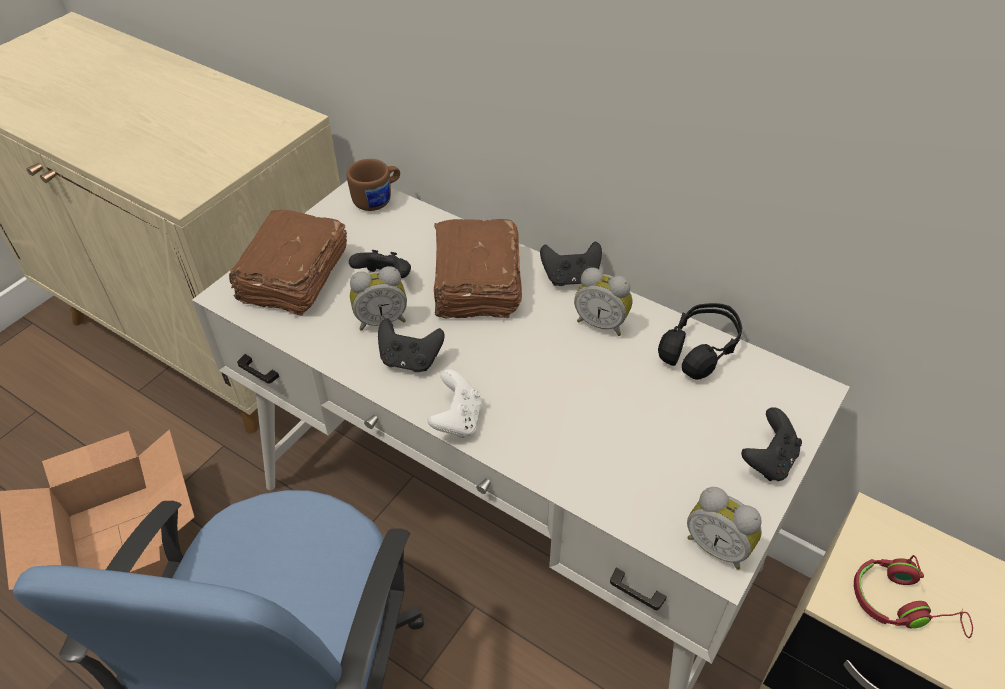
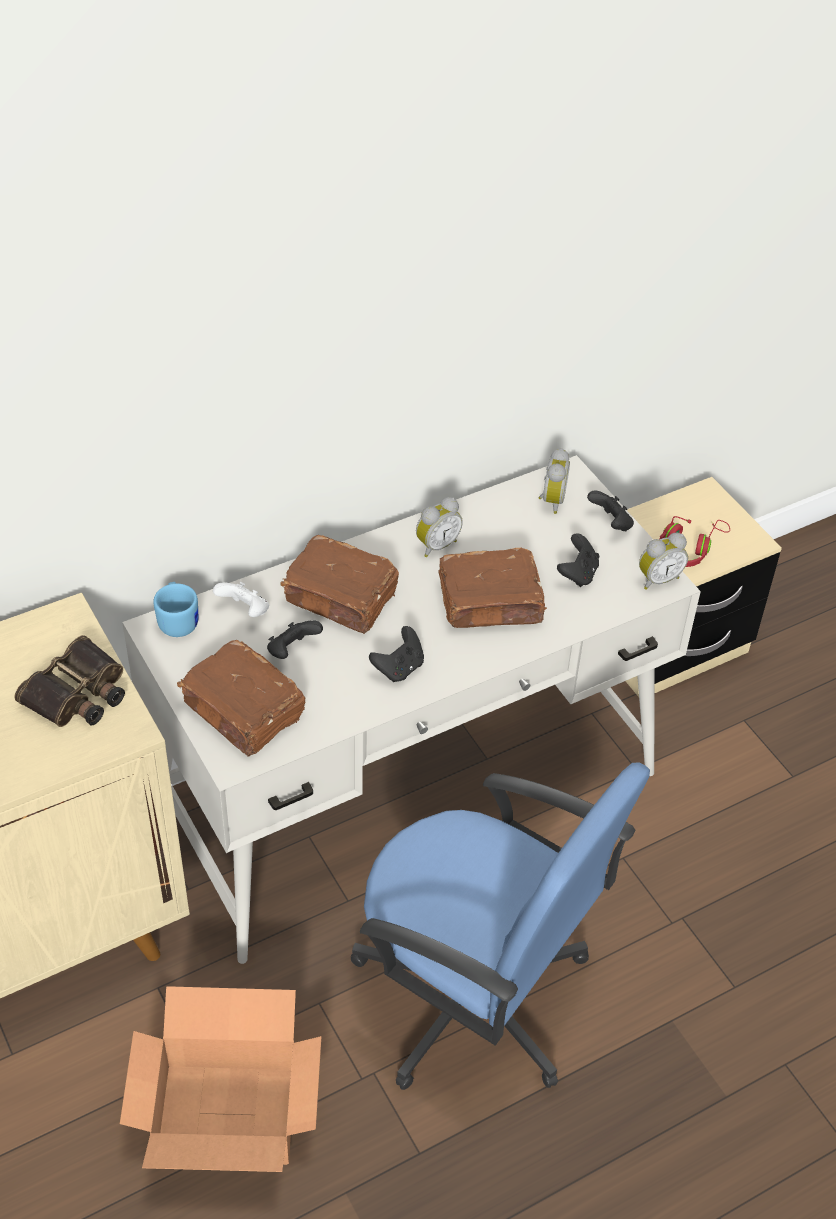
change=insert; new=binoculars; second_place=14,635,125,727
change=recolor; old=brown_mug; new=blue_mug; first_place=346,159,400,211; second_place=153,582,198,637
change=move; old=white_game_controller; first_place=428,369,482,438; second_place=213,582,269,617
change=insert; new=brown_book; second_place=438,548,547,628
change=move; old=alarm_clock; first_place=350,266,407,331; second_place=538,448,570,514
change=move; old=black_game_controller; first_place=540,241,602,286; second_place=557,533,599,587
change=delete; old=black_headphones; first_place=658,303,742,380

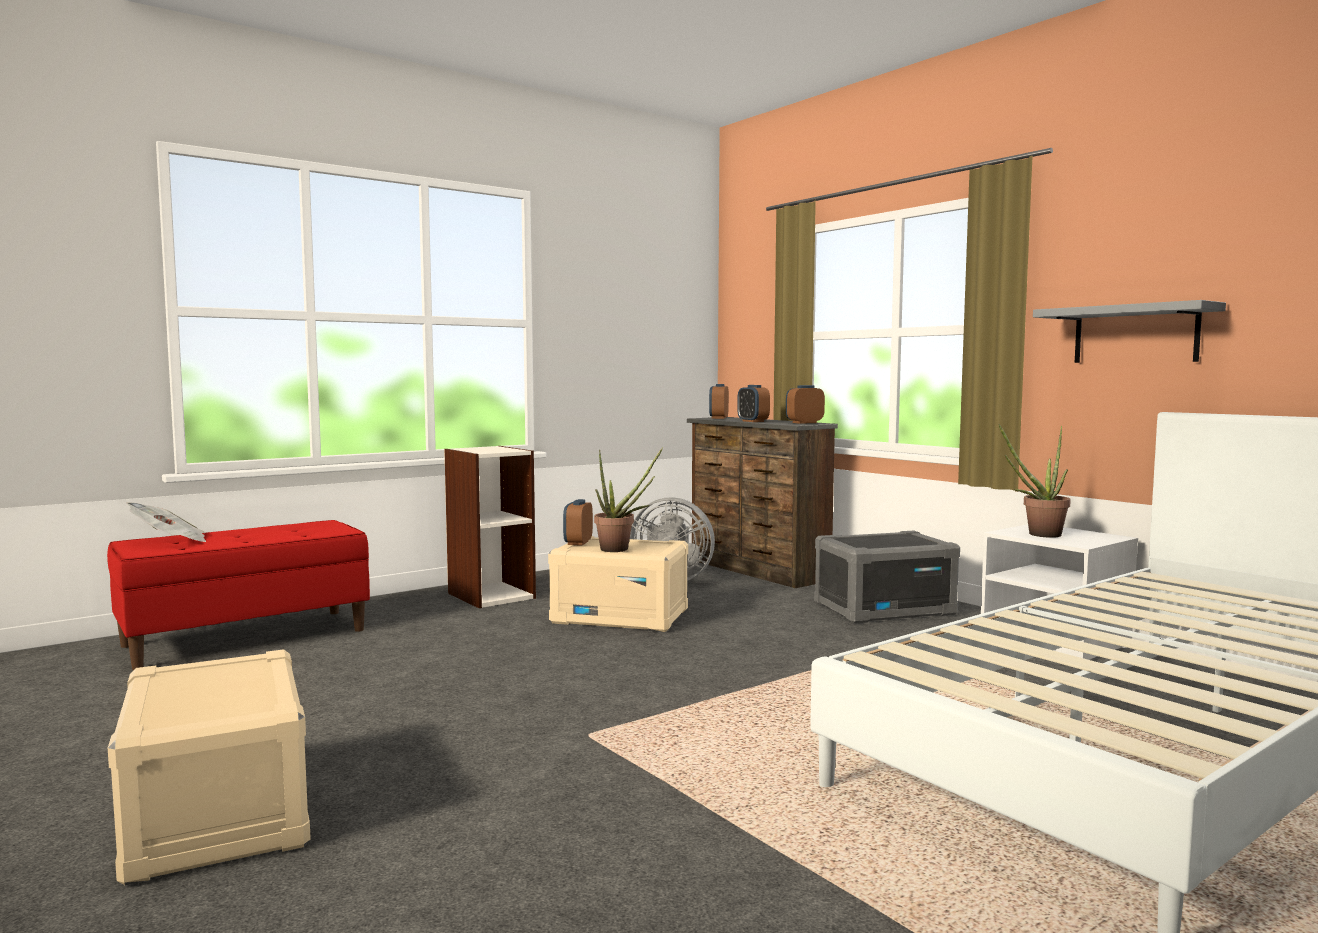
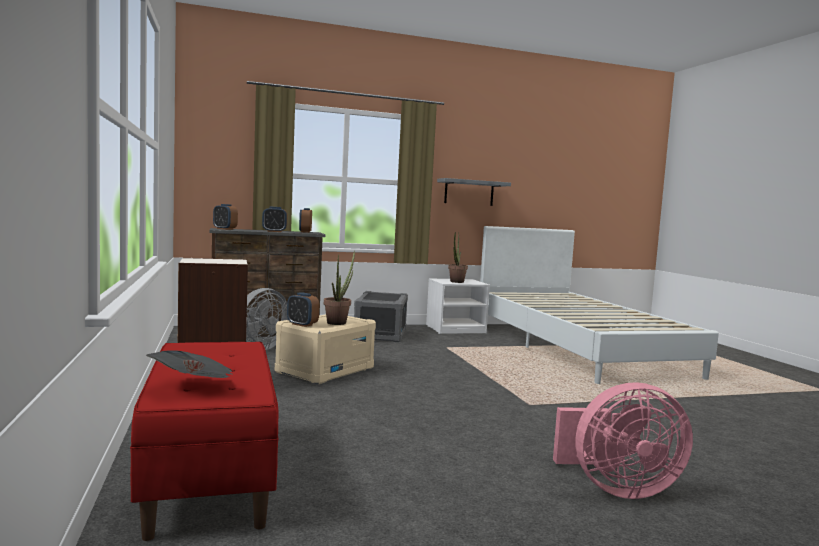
change=replace; old=beige_storage_box; new=pink_fan; first_place=108,649,311,886; second_place=553,382,693,499

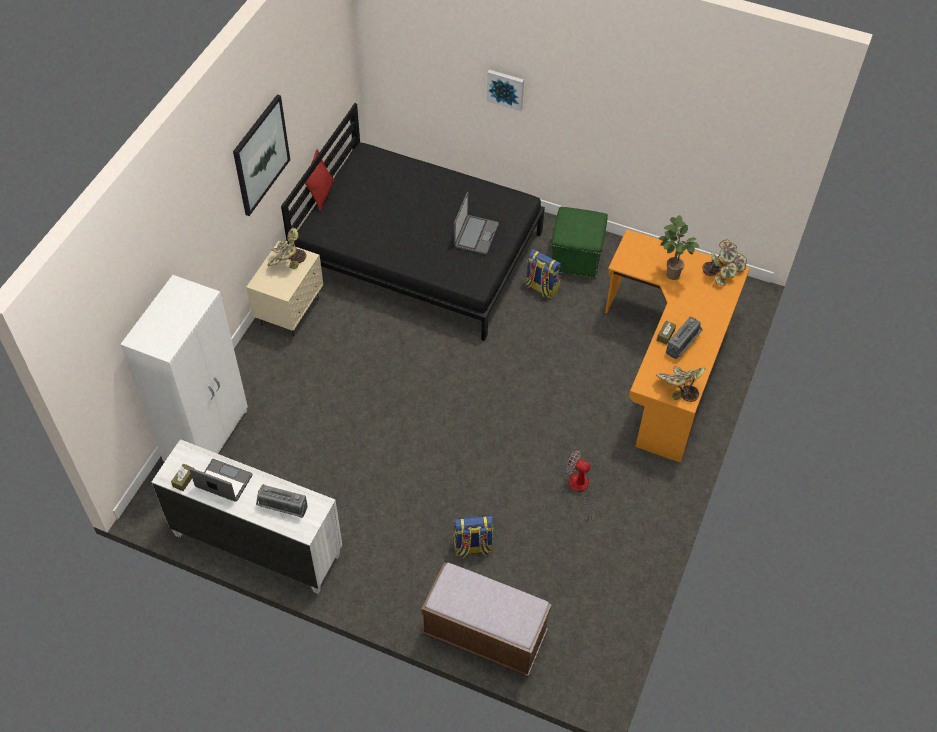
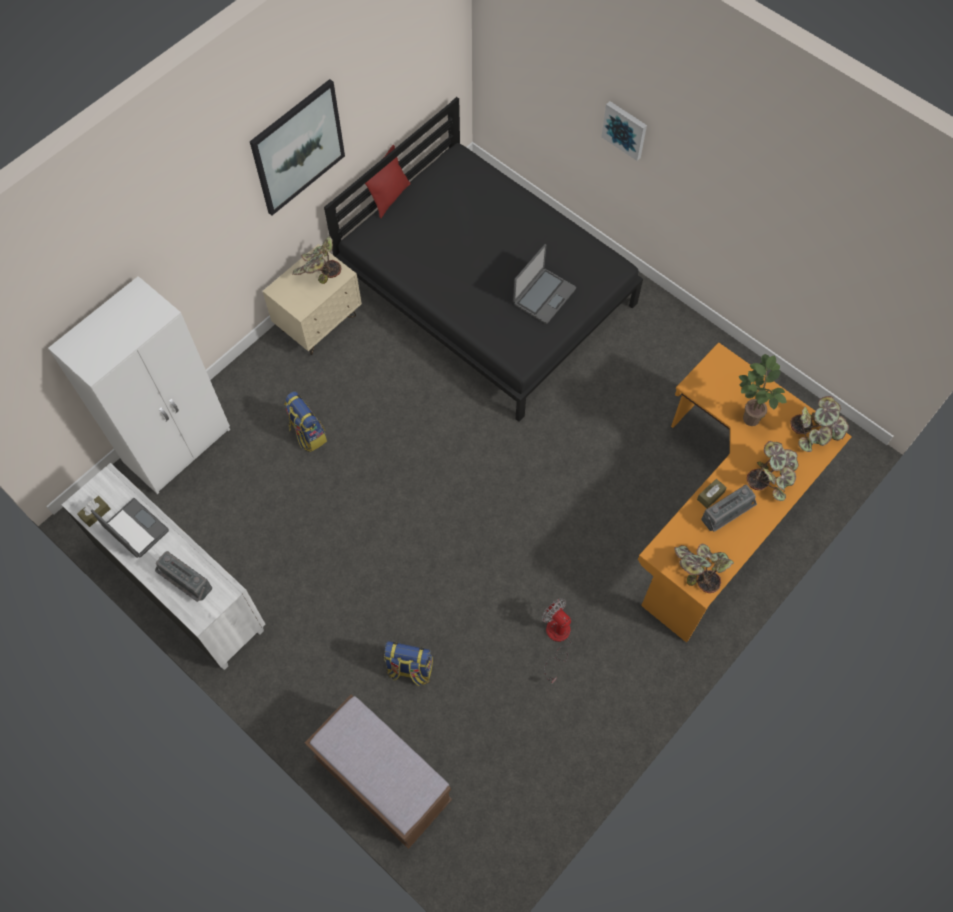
change=move; old=backpack; first_place=525,249,561,299; second_place=284,391,327,452
change=insert; new=potted_plant; second_place=747,441,799,501
change=delete; old=green_ottoman; first_place=551,207,608,279

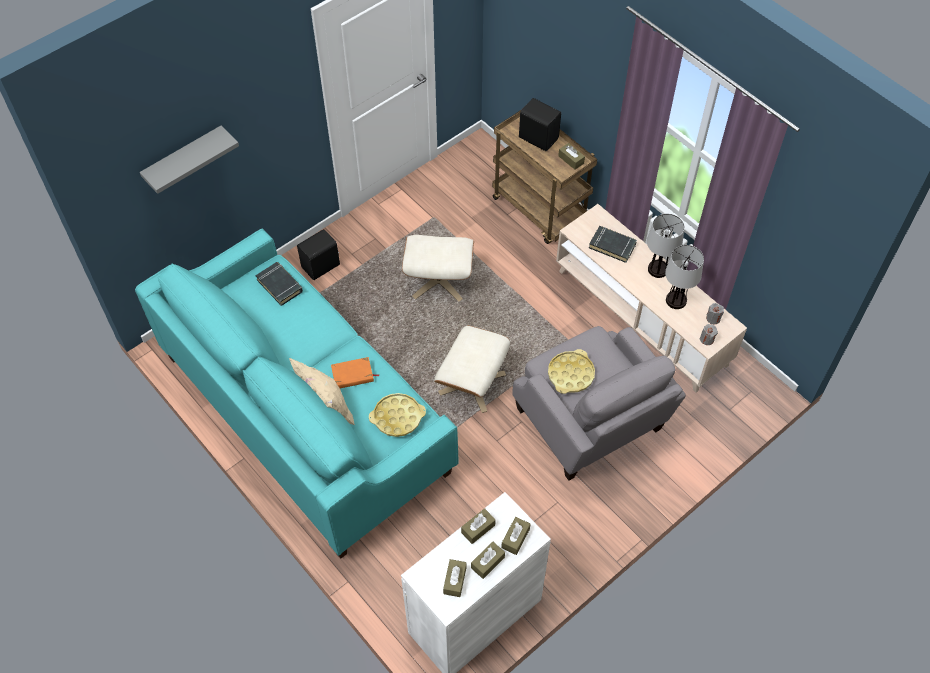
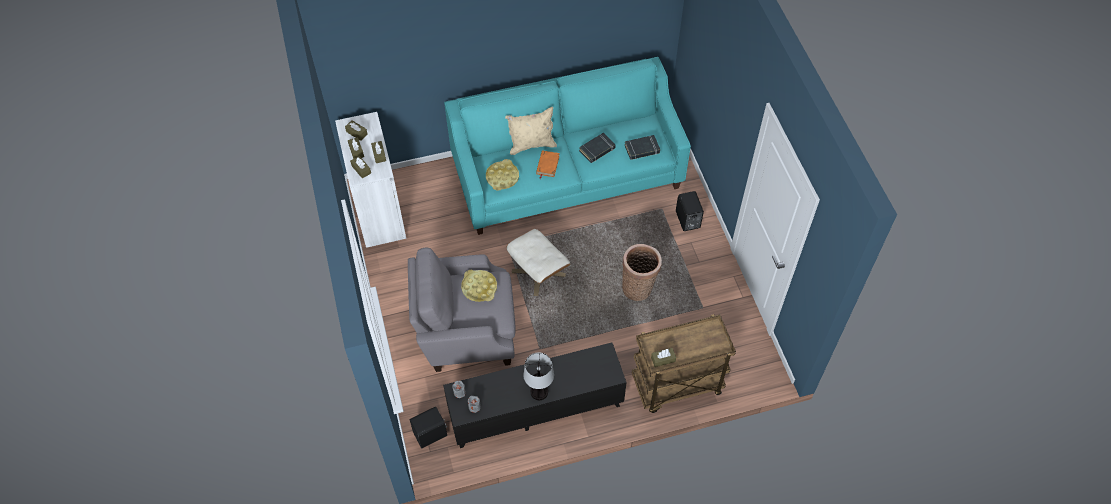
change=move; old=black_speaker; first_place=519,98,561,151; second_place=410,407,447,448
change=recolor; old=beige_tv_stand; new=black_tv_stand; first_place=556,204,747,393; second_place=443,343,627,448
change=move; old=black_book; first_place=589,226,637,263; second_place=579,133,616,163
change=replace; old=beige_ottoman; new=basket; first_place=402,235,474,302; second_place=622,244,662,301
change=delete; old=grey_shelf; first_place=140,126,239,194
change=delete; old=table_lamp; first_place=665,245,704,309

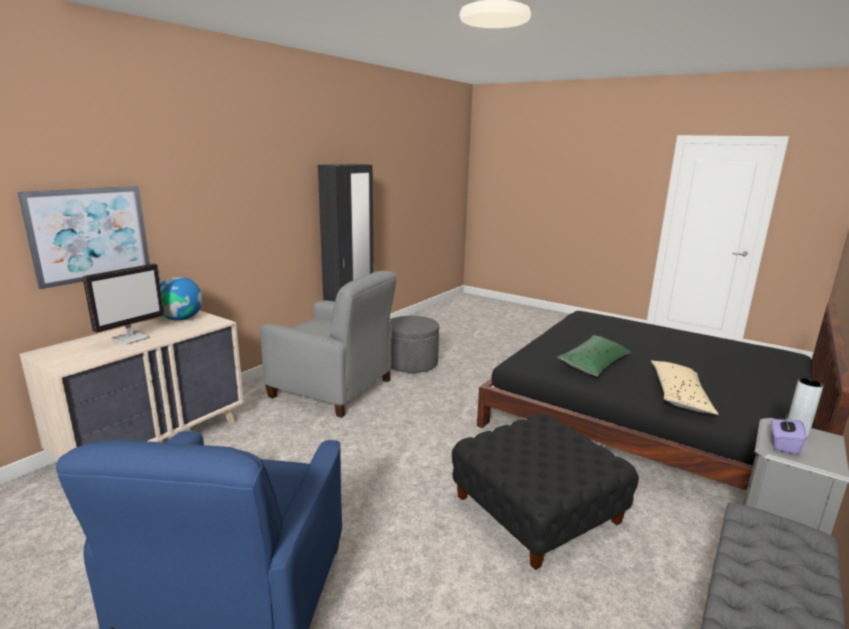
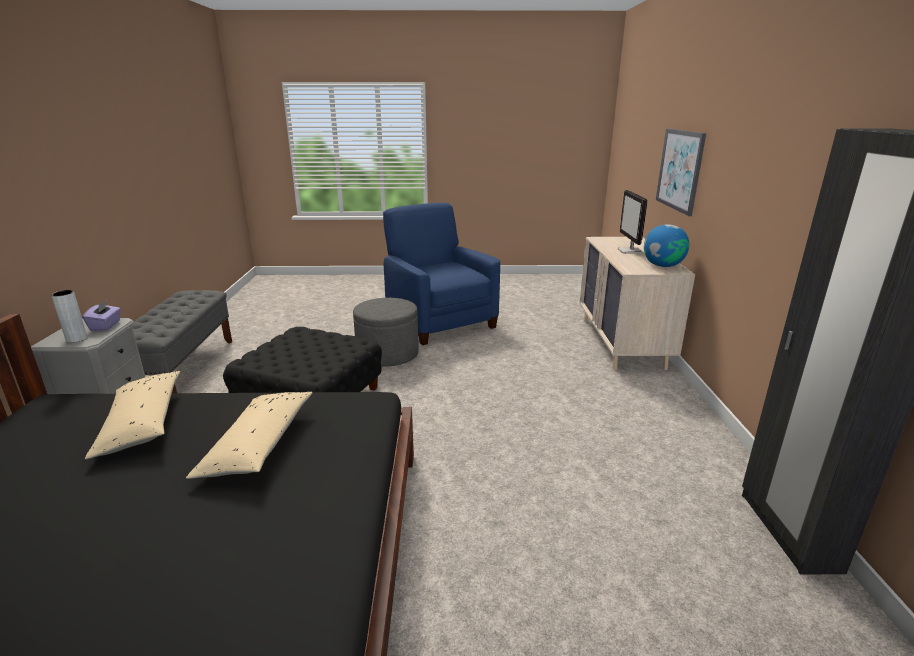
change=recolor; old=green_pillow; new=beige_pillow; first_place=558,335,631,377; second_place=186,392,313,479
change=move; old=grey_ottoman; first_place=391,316,439,373; second_place=353,298,419,367
change=delete; old=grey_armchair; first_place=260,271,396,418

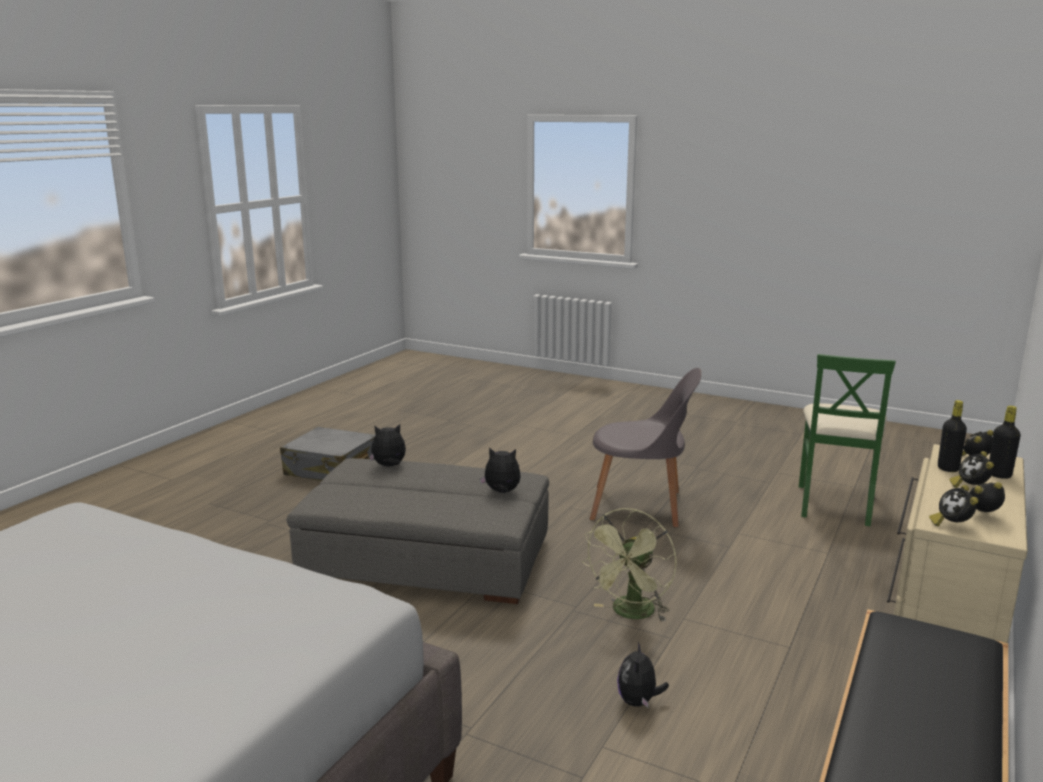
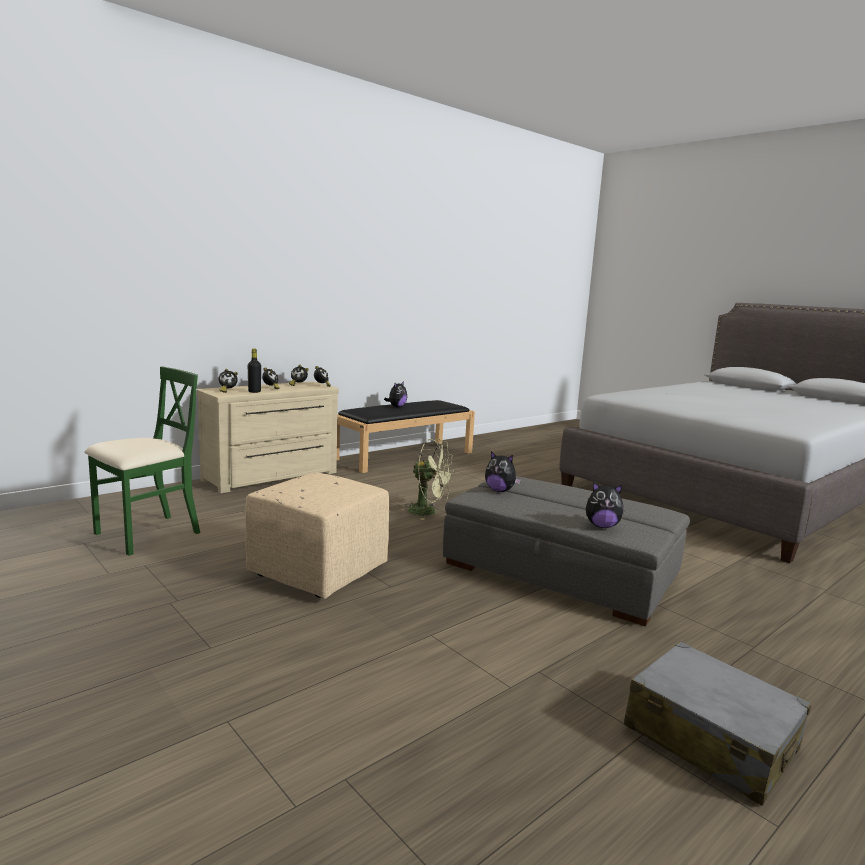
change=replace; old=grey_chair; new=beige_ottoman; first_place=590,368,701,528; second_place=245,473,389,599
change=move; old=plush_toy; first_place=617,642,669,708; second_place=384,381,407,407
change=rotate; old=green_fan; first_place=581,508,677,621; second_place=404,439,455,520; degrees=60
change=delete; old=black_bottle; first_place=989,406,1021,479

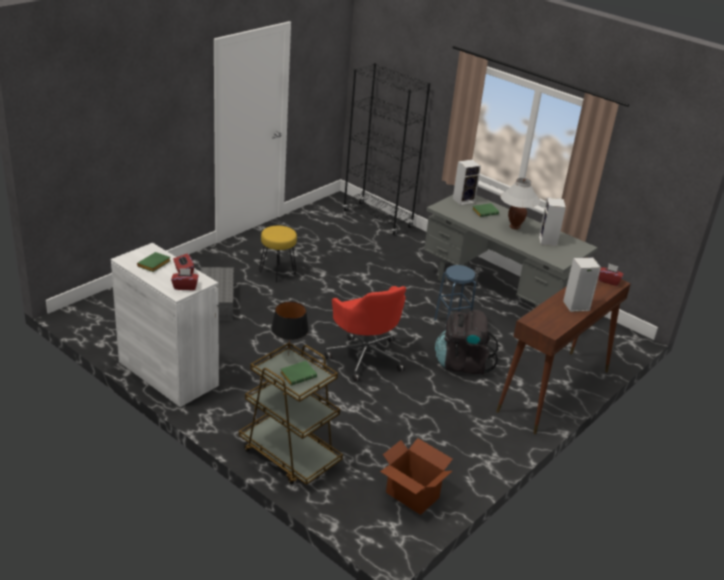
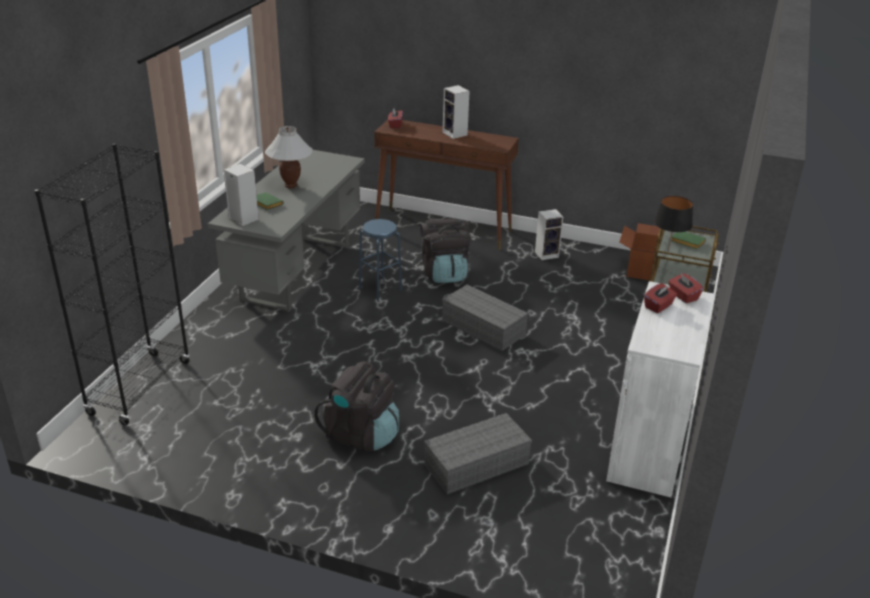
change=replace; old=yellow_stool; new=black_backpack; first_place=259,226,297,283; second_place=314,361,399,452
change=replace; old=red_office_chair; new=grey_storage_box; first_place=324,286,406,382; second_place=442,284,528,351
change=move; old=speaker; first_place=539,197,566,246; second_place=535,209,563,260
change=delete; old=green_book; first_place=137,252,170,272

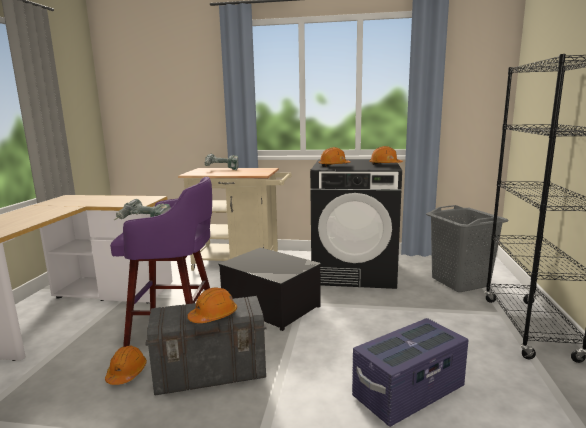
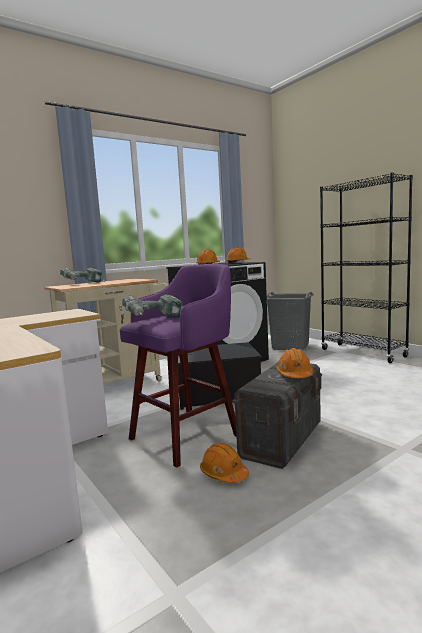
change=delete; old=purple_storage_box; first_place=352,318,468,427

